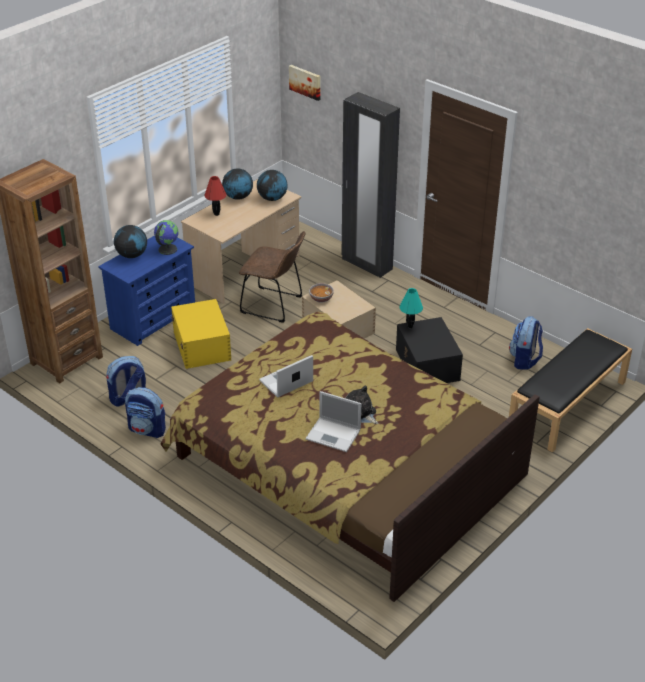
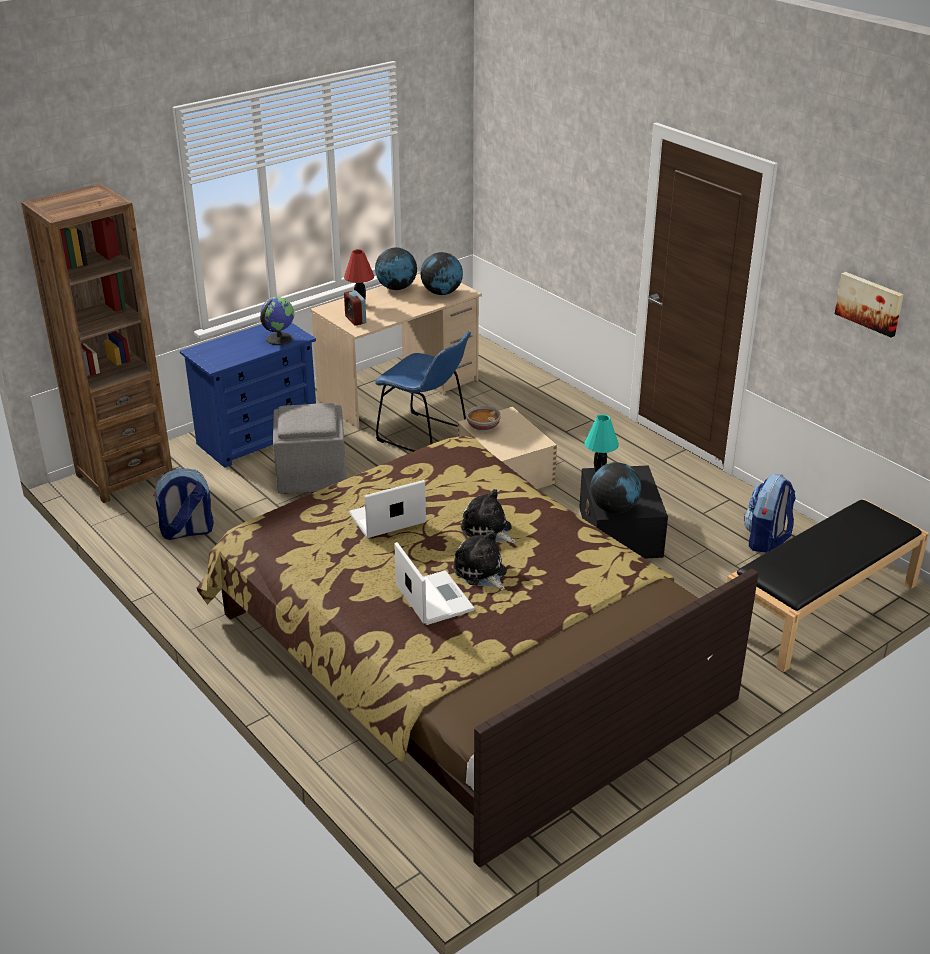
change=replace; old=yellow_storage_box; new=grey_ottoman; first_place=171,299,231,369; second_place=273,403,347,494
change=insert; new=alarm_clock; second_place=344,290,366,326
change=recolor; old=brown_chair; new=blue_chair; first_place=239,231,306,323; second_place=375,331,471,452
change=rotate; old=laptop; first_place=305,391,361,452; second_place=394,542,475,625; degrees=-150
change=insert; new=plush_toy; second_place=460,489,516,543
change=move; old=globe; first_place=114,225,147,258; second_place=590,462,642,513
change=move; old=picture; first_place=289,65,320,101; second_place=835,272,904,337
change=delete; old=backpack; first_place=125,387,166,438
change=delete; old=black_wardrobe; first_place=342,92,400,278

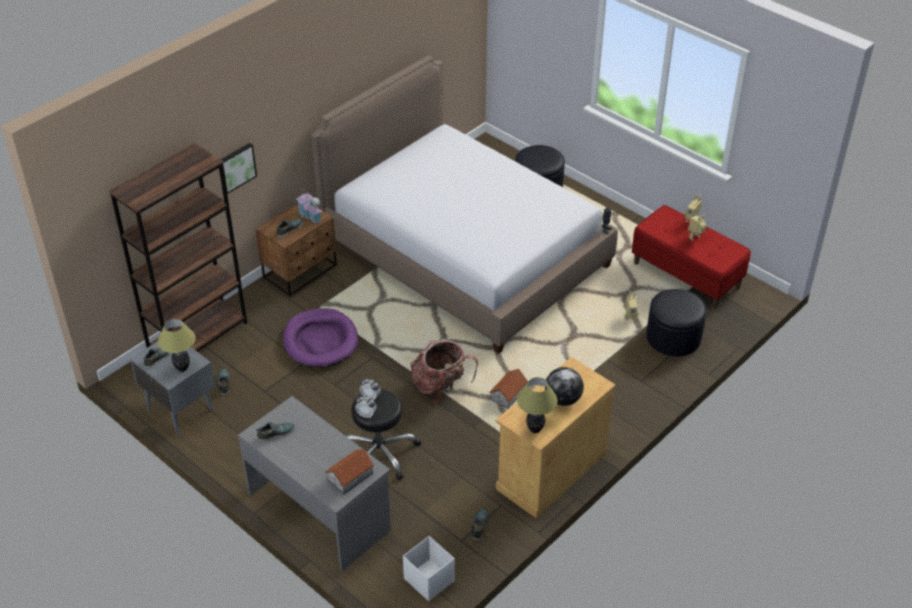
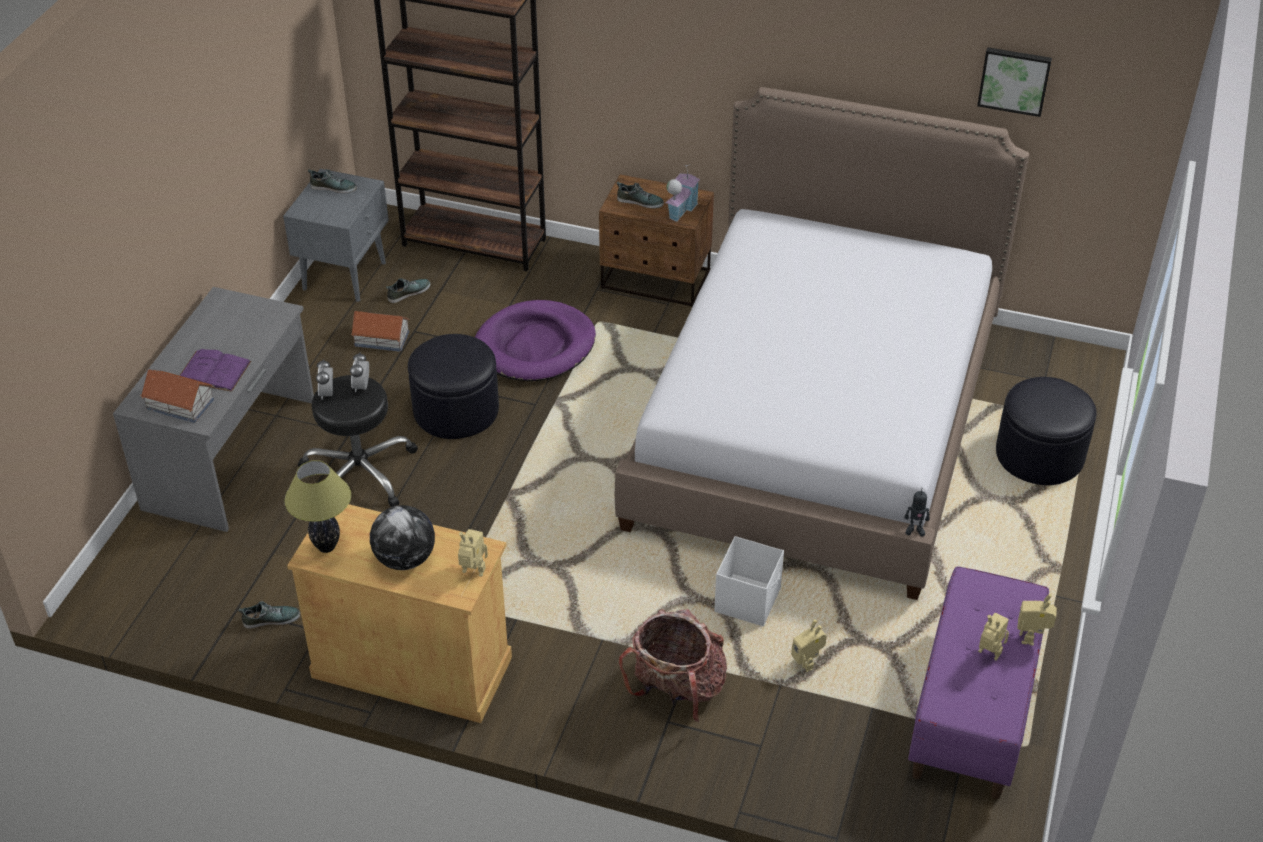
change=insert; new=purple_book; second_place=179,349,251,392
change=move; old=toy_house; first_place=489,369,528,409; second_place=351,311,410,352
change=move; old=black_ottoman; first_place=646,289,707,356; second_place=408,334,499,439
change=insert; new=toy_robot; second_place=458,529,488,577
change=move; old=backpack; first_place=410,339,478,403; second_place=619,609,727,723
change=move; old=white_storage_box; first_place=403,536,455,601; second_place=714,536,784,626
change=recolor; old=red_bench; new=purple_bench; first_place=632,205,751,309; second_place=908,566,1049,800
change=move; old=picture; first_place=221,143,257,194; second_place=977,47,1052,117
change=delete; old=table_lamp; first_place=158,319,196,372
change=delete; old=shoe; first_place=256,422,295,442

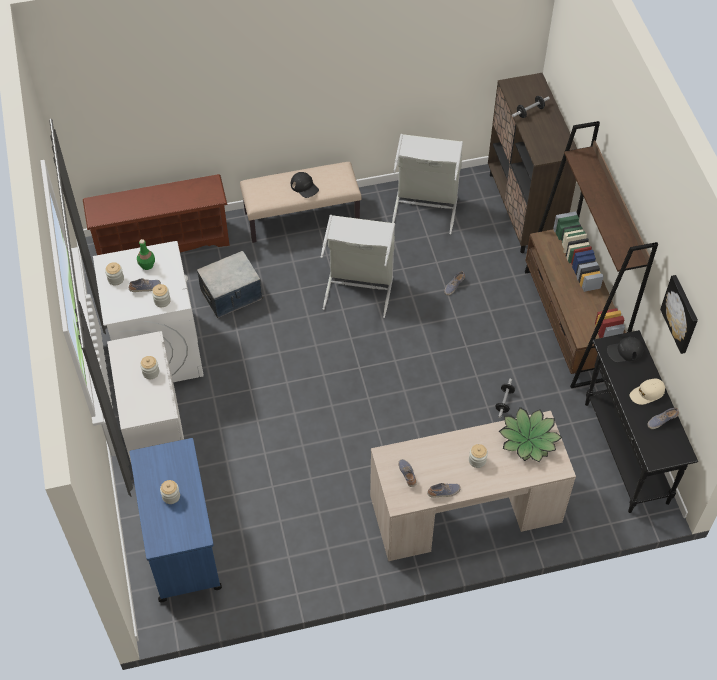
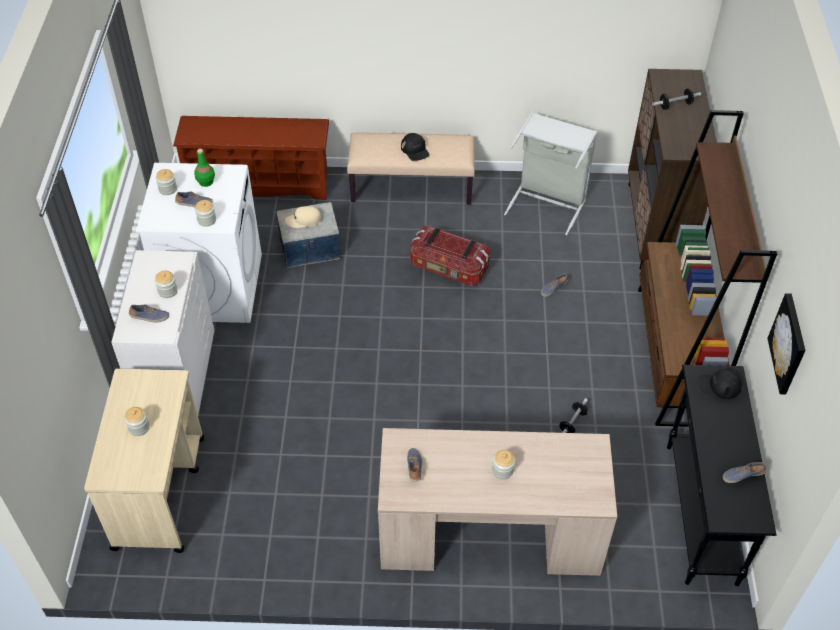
change=recolor; old=blue_cart; new=beige_cart; first_place=130,438,222,602; second_place=84,369,204,553
change=move; old=shoe; first_place=427,483,461,498; second_place=129,304,169,323
change=move; old=beige_cap; first_place=629,379,665,405; second_place=285,206,322,228
change=replace; old=grey_laundry_basket; new=storage_box; first_place=320,215,395,318; second_place=411,225,490,286
change=delete; old=potted_plant; first_place=499,407,562,462

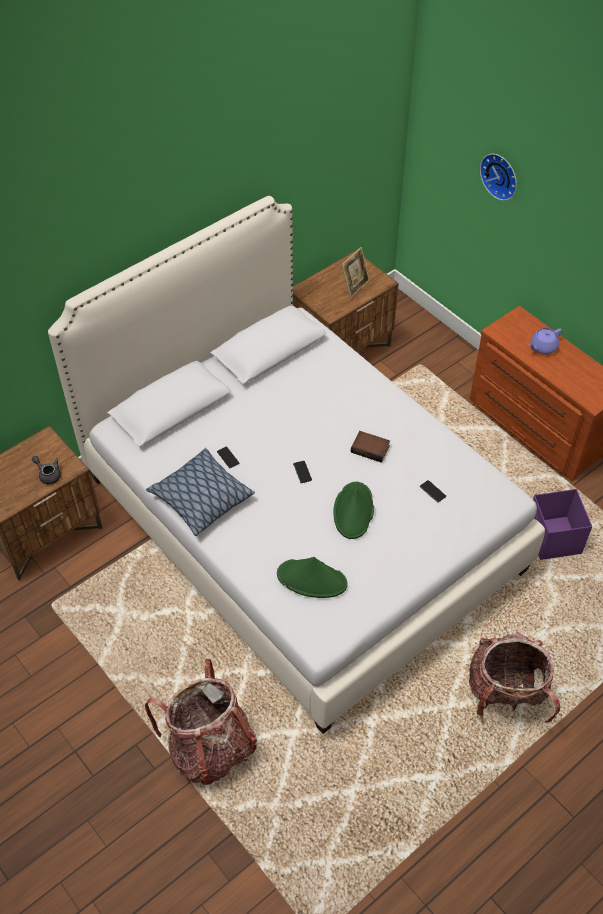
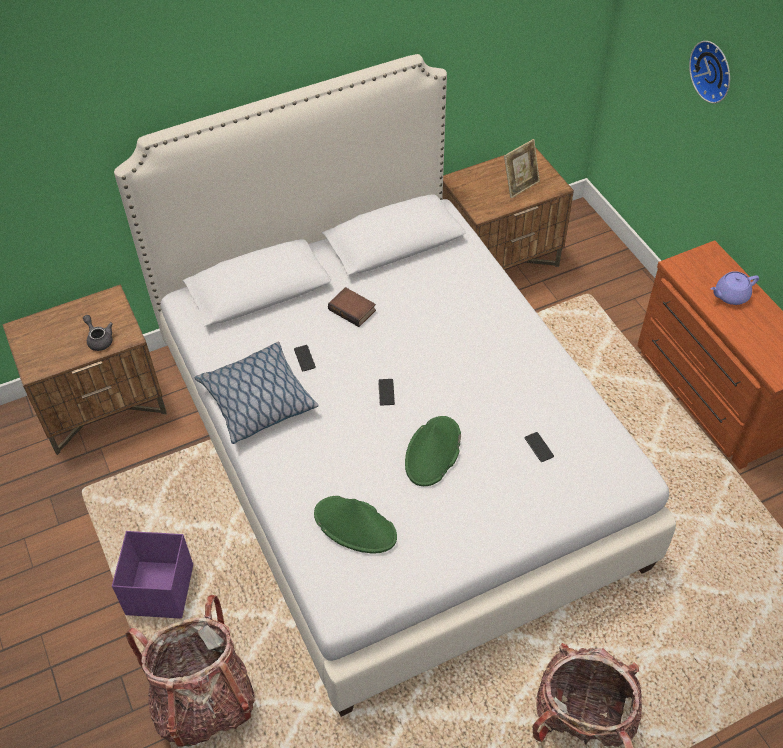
change=move; old=purple_storage_box; first_place=533,489,592,560; second_place=112,531,193,619
change=move; old=book; first_place=351,431,390,463; second_place=328,287,376,327

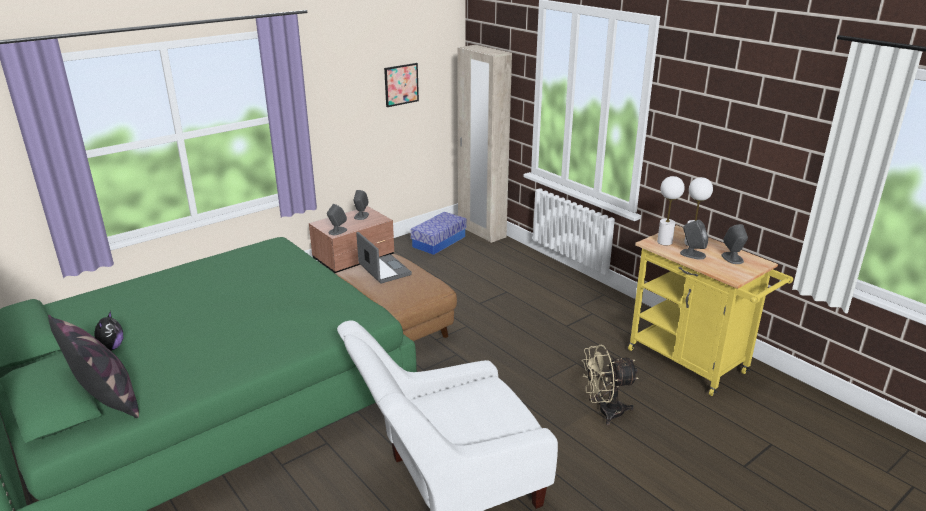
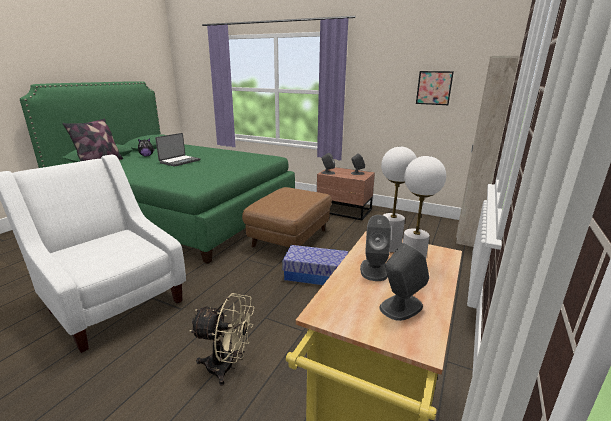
change=move; old=laptop; first_place=356,232,412,283; second_place=155,133,200,167
change=rotate; old=beige_fan; first_place=582,344,638,425; second_place=190,293,254,386; degrees=135
change=move; old=storage_box; first_place=410,212,467,255; second_place=282,245,348,285

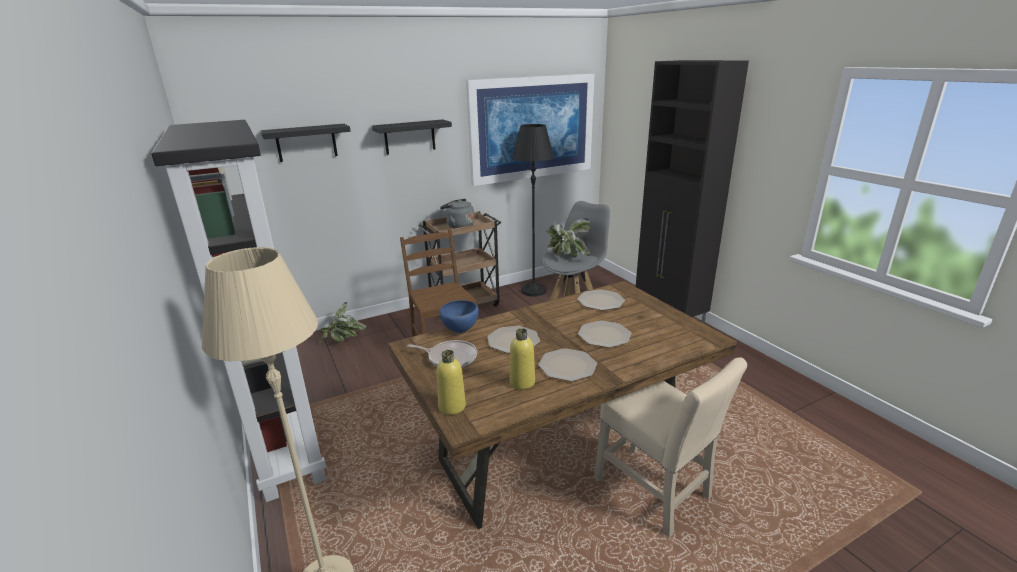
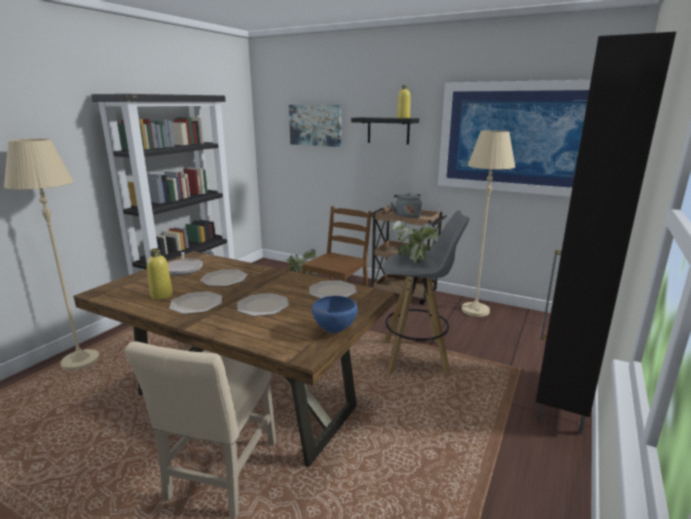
change=replace; old=black_shelf; new=picture; first_place=260,124,351,162; second_place=289,105,341,147
change=move; old=blue_bowl; first_place=440,300,479,333; second_place=312,296,358,333
change=move; old=yellow_bottle; first_place=437,350,466,415; second_place=397,85,410,118
change=recolor; old=black_floor_lamp; new=beige_floor_lamp; first_place=512,124,554,296; second_place=461,131,515,317

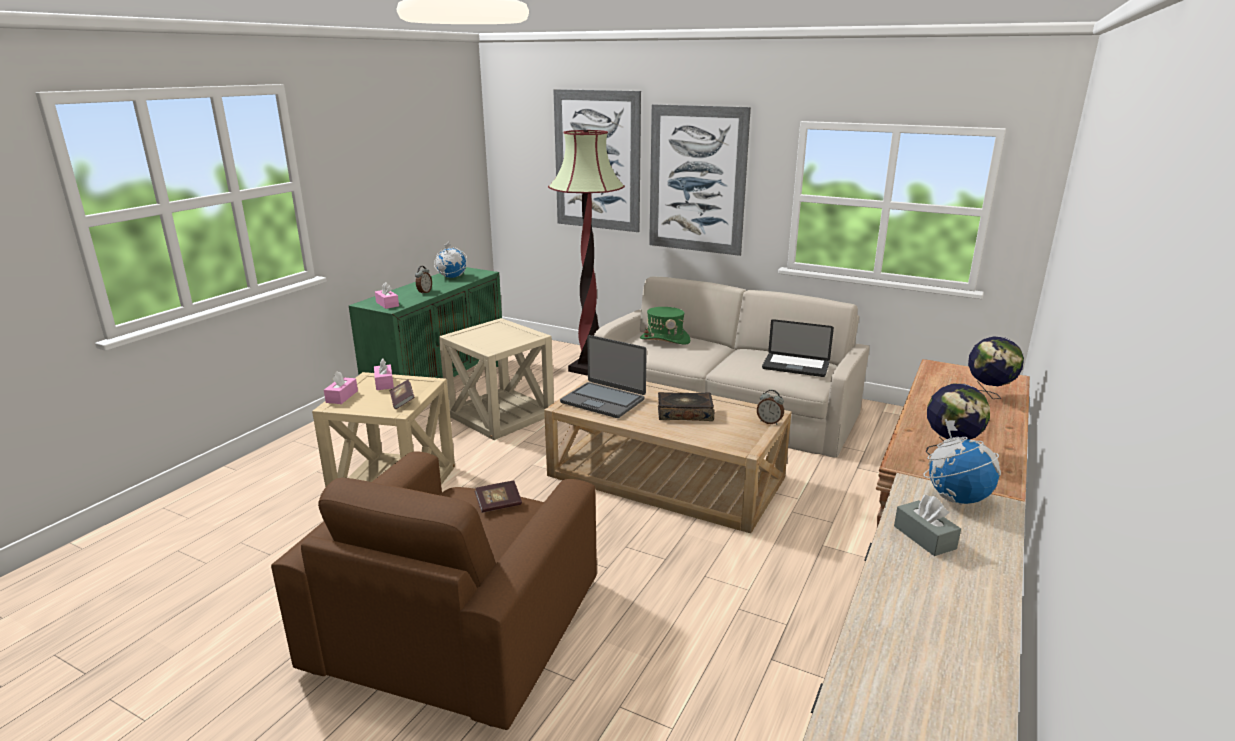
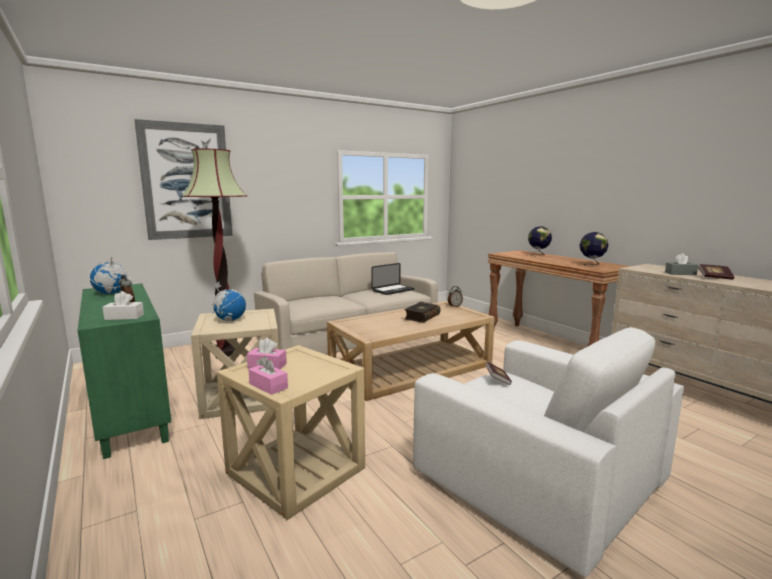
change=recolor; old=pink_tissue_box; new=white_tissue_box; first_place=375,283,399,309; second_place=102,291,144,320
change=move; old=globe; first_place=923,419,1001,505; second_place=211,282,246,321
change=recolor; old=brown_armchair; new=white_armchair; first_place=271,451,597,730; second_place=413,327,684,578
change=move; old=book; first_place=390,380,414,409; second_place=698,264,734,280
change=delete; old=laptop; first_place=560,335,647,418
change=delete; old=green_hat; first_place=640,307,691,345
change=delete; old=picture; first_place=649,104,751,256

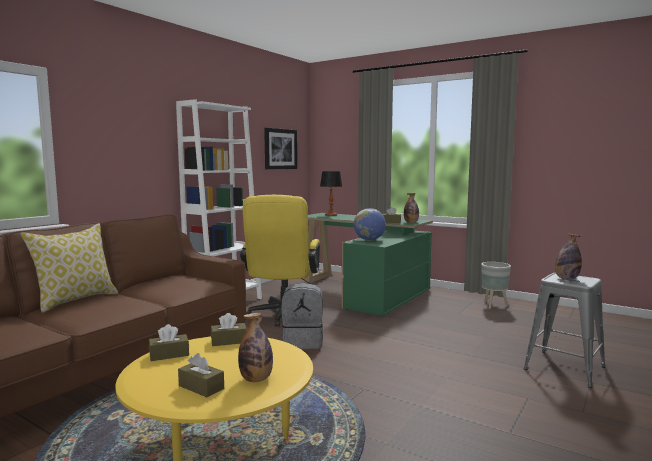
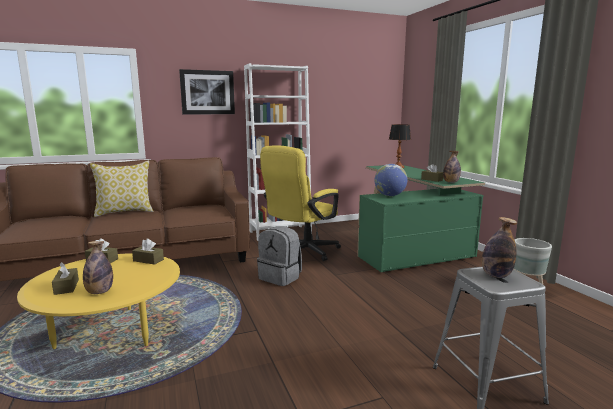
change=move; old=picture; first_place=264,128,297,170; second_place=179,69,235,114

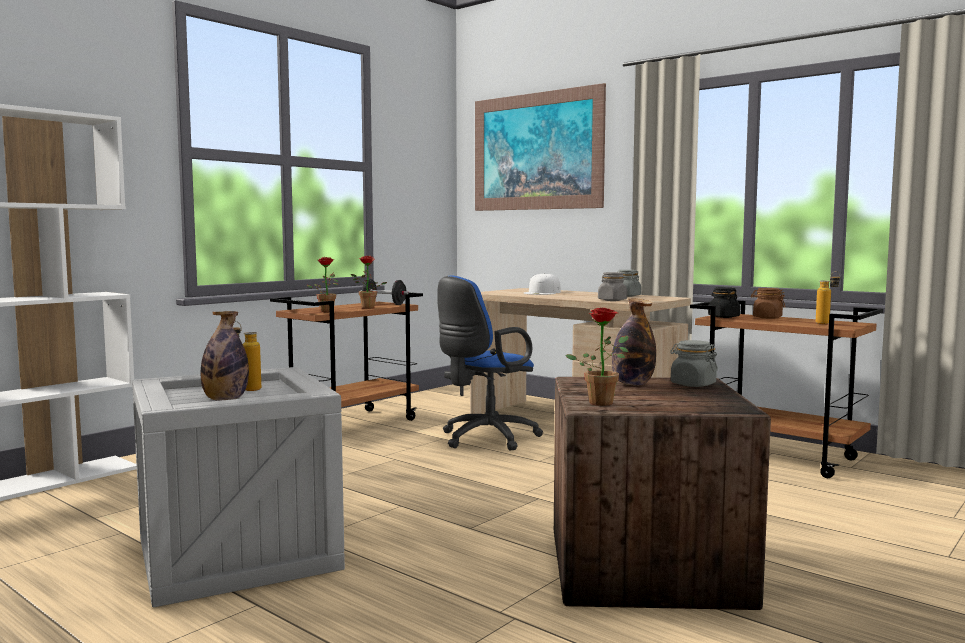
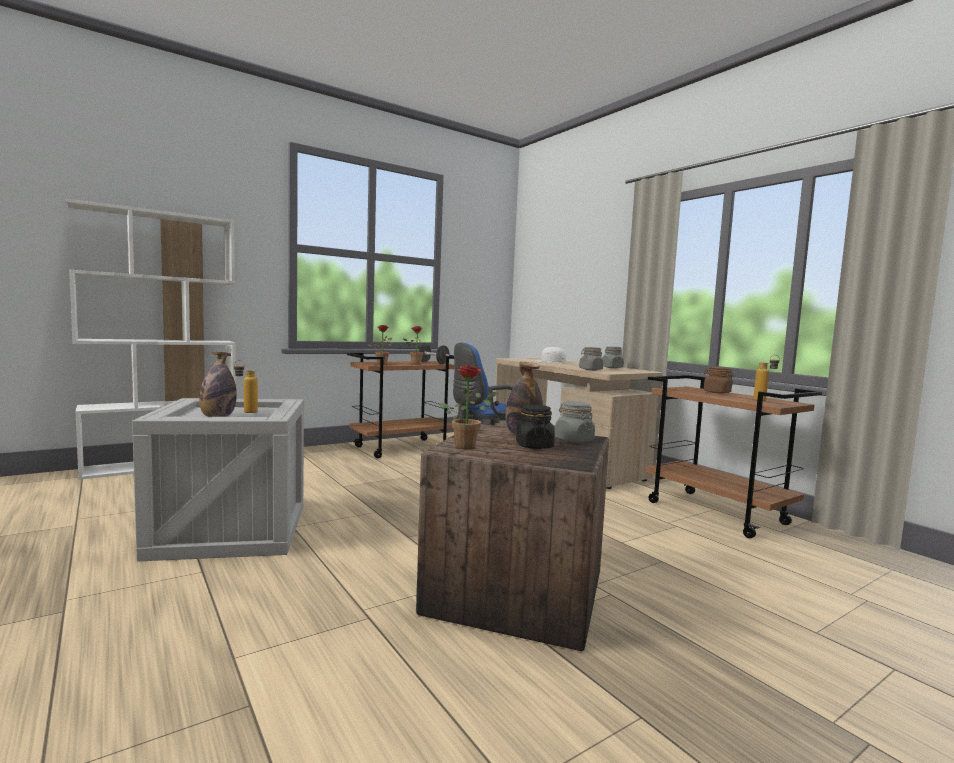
change=move; old=black_jar; first_place=708,287,740,318; second_place=516,405,555,449
change=delete; old=picture; first_place=475,83,606,211

